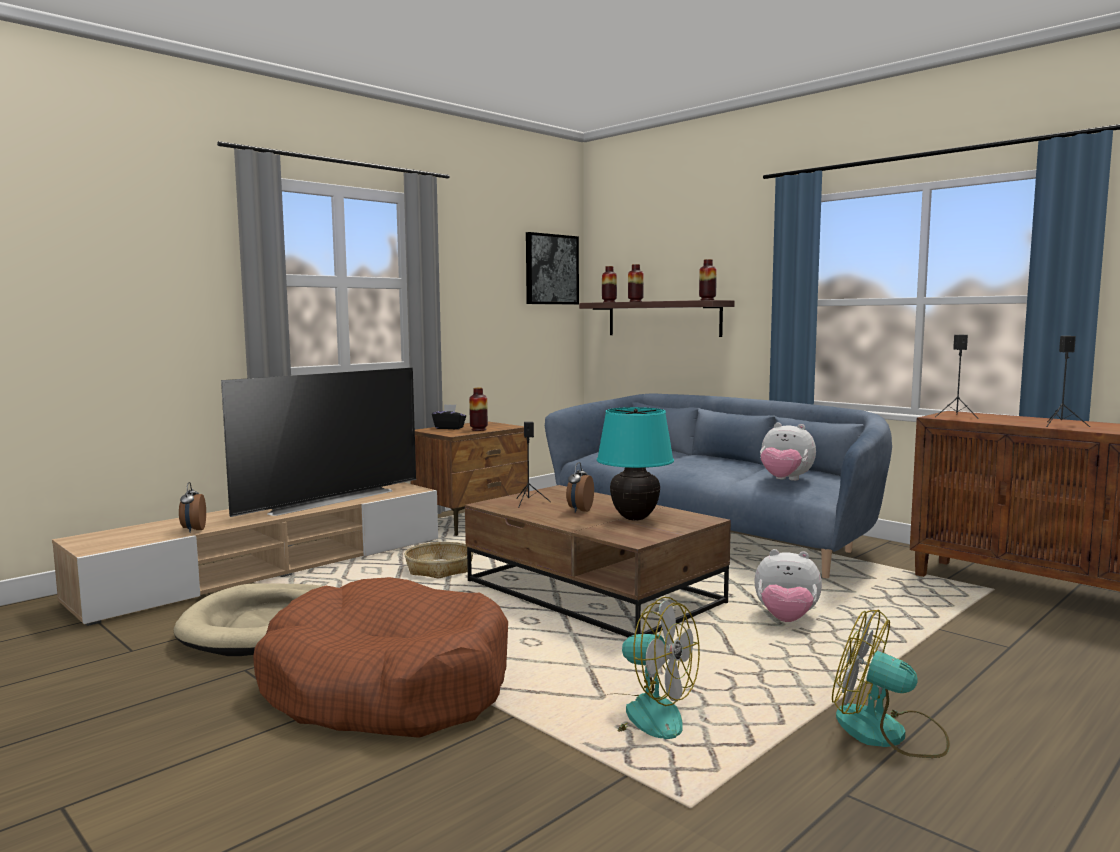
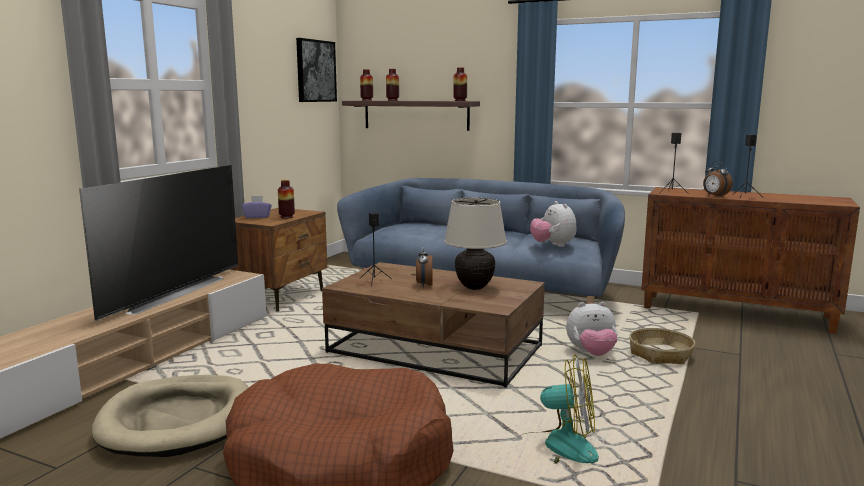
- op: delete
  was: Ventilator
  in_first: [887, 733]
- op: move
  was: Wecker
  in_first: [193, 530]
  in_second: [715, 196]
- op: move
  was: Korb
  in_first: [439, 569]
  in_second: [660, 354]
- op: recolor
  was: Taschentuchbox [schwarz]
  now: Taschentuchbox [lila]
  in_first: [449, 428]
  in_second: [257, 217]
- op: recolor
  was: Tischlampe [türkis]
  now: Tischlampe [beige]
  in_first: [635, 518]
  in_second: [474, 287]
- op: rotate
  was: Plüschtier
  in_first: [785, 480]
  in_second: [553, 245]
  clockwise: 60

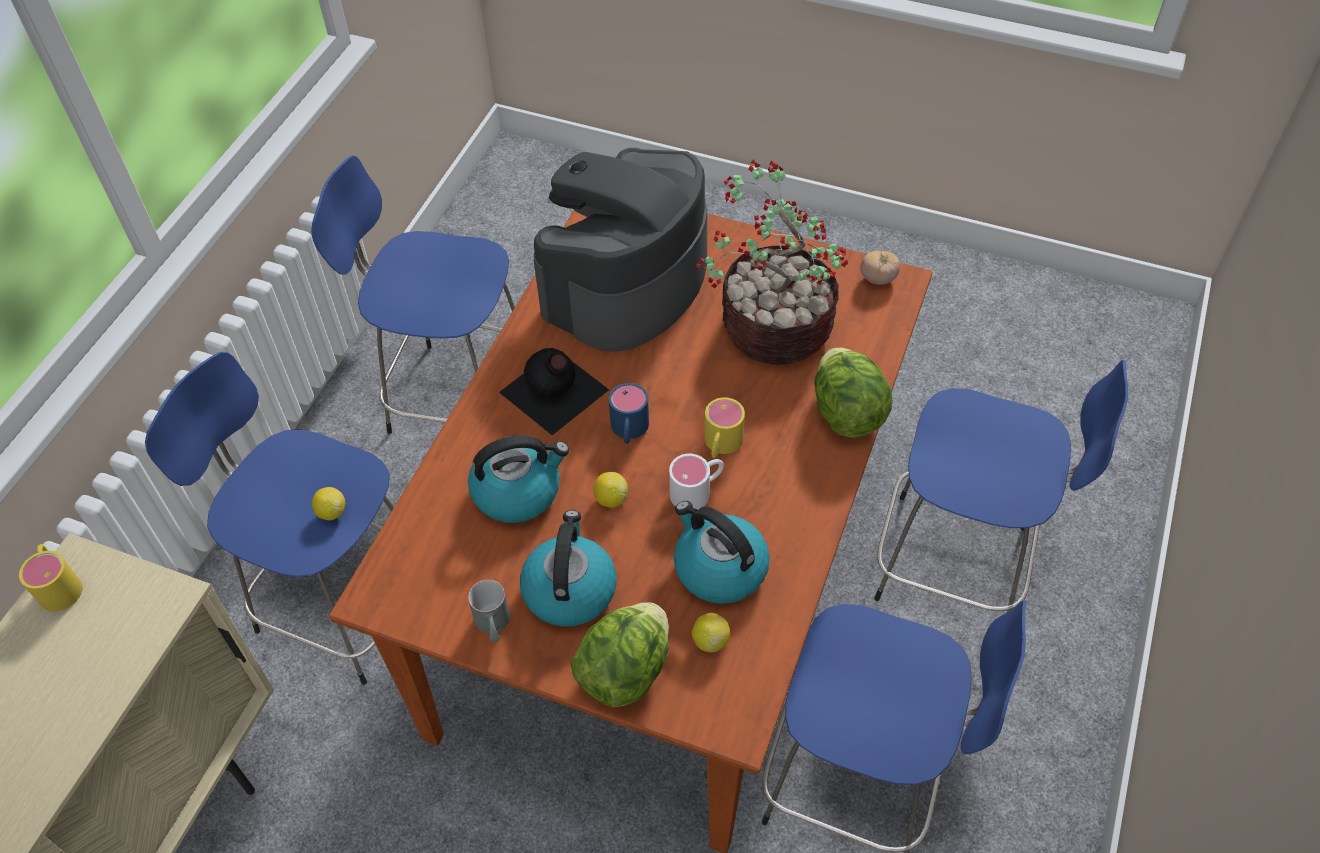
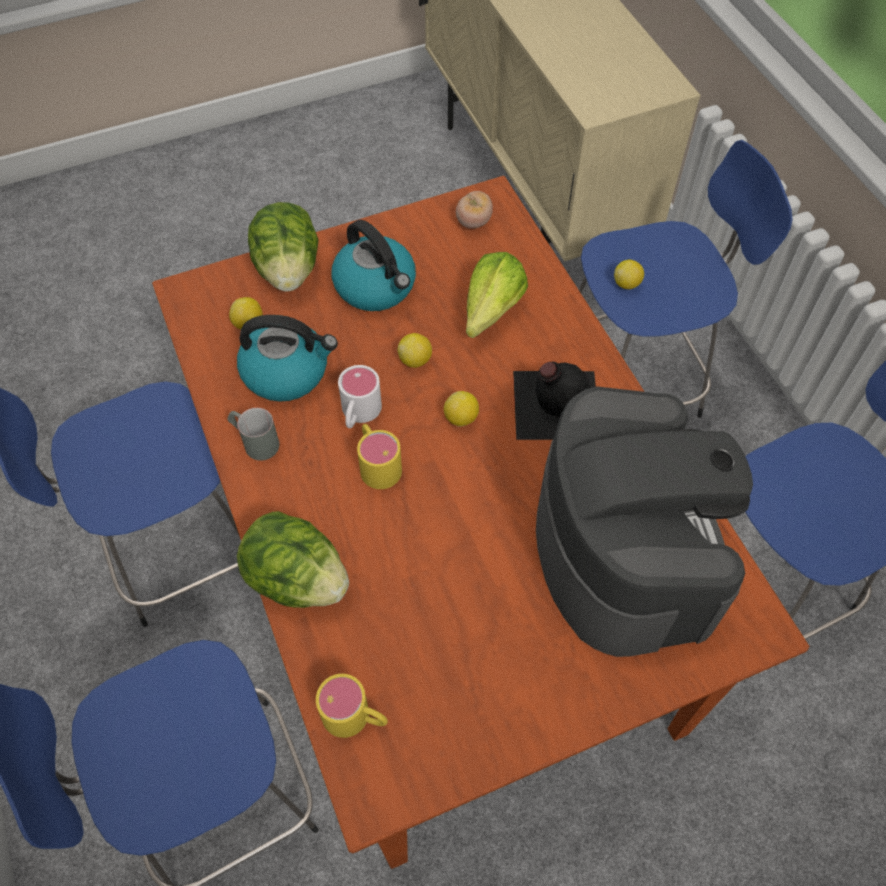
- op: delete
  was: Topfpflanze
  in_first: [772, 327]
- op: move
  was: Henkelbecher [gelb]
  in_first: [58, 584]
  in_second: [356, 717]
- op: move
  was: Henkelbecher [grau]
  in_first: [493, 626]
  in_second: [255, 441]
- op: move
  was: Tomate
  in_first: [878, 278]
  in_second: [473, 222]
- op: replace
  was: Wasserkessel
  now: Salatkopf
  in_first: [518, 491]
  in_second: [486, 317]
- op: replace
  was: Henkelbecher [blau]
  now: Zitrone
  in_first: [629, 431]
  in_second: [461, 418]

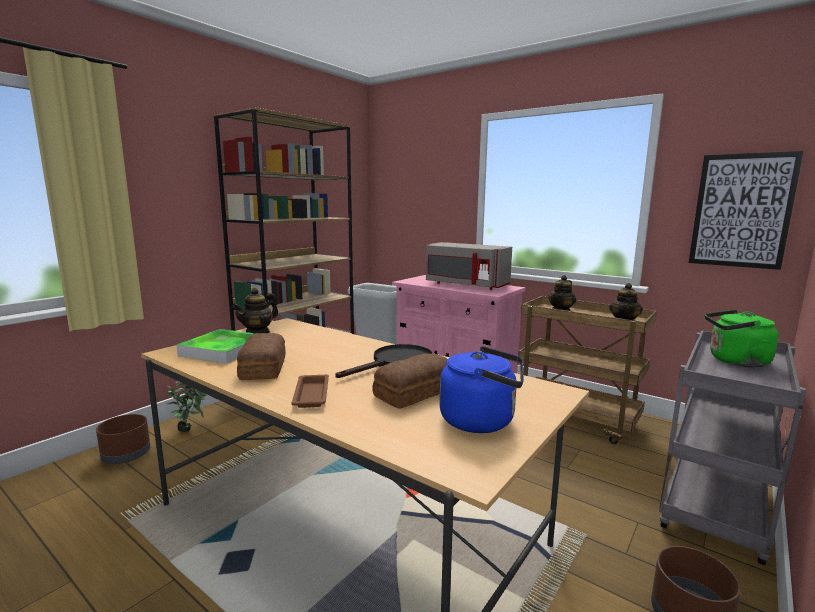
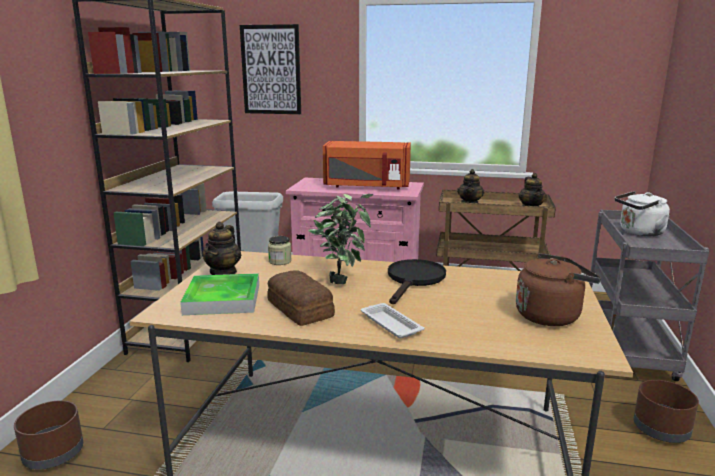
- op: delete
  was: Brot
  in_first: [416, 392]
- op: insert
  now: Vorratsglas
  in_second: [280, 261]
- op: move
  was: Topfpflanze
  in_first: [192, 428]
  in_second: [341, 280]
- op: move
  was: Bild
  in_first: [741, 211]
  in_second: [271, 70]
- op: recolor
  was: Tablett [braun]
  now: Tablett [weiß]
  in_first: [311, 394]
  in_second: [390, 324]
- op: recolor
  was: Mikrowelle [grau]
  now: Mikrowelle [orange]
  in_first: [465, 285]
  in_second: [366, 186]
- op: recolor
  was: Wasserkessel [blau]
  now: Wasserkessel [braun]
  in_first: [482, 421]
  in_second: [550, 315]
- op: recolor
  was: Wasserkessel [grün]
  now: Wasserkessel [weiß]
  in_first: [735, 361]
  in_second: [639, 233]

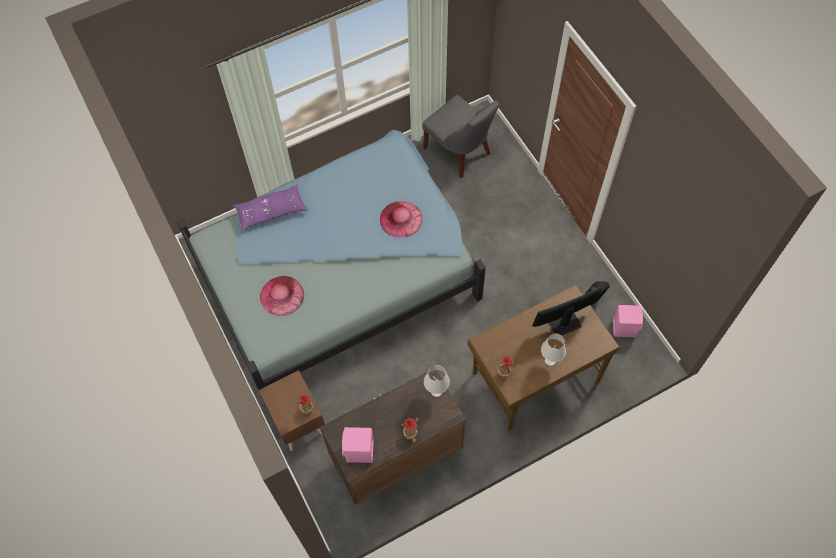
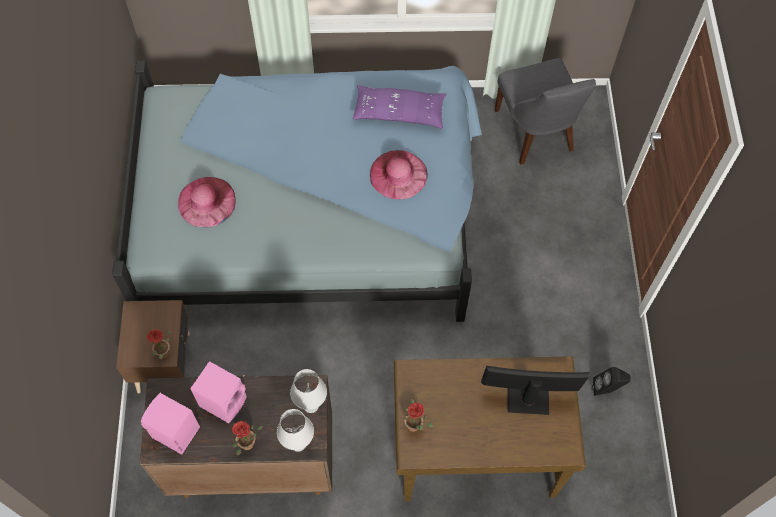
- op: move
  was: Kissen [lila]
  in_first: [271, 211]
  in_second: [399, 113]
- op: move
  was: Tischlampe [weiß]
  in_first: [550, 360]
  in_second: [298, 444]
- op: move
  was: Lautsprecher [rosa]
  in_first: [624, 327]
  in_second: [224, 400]

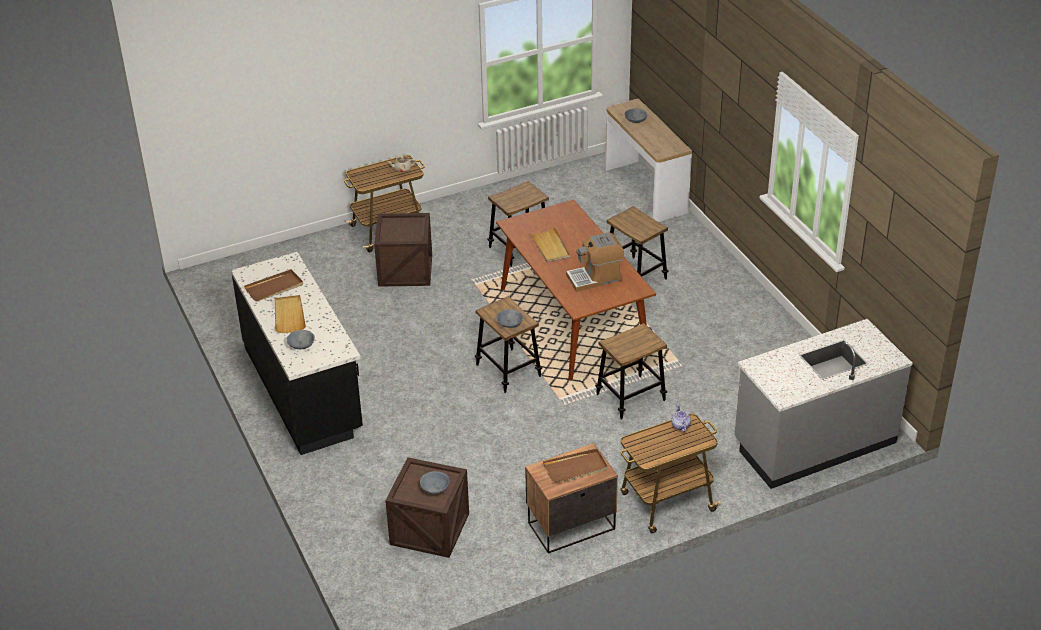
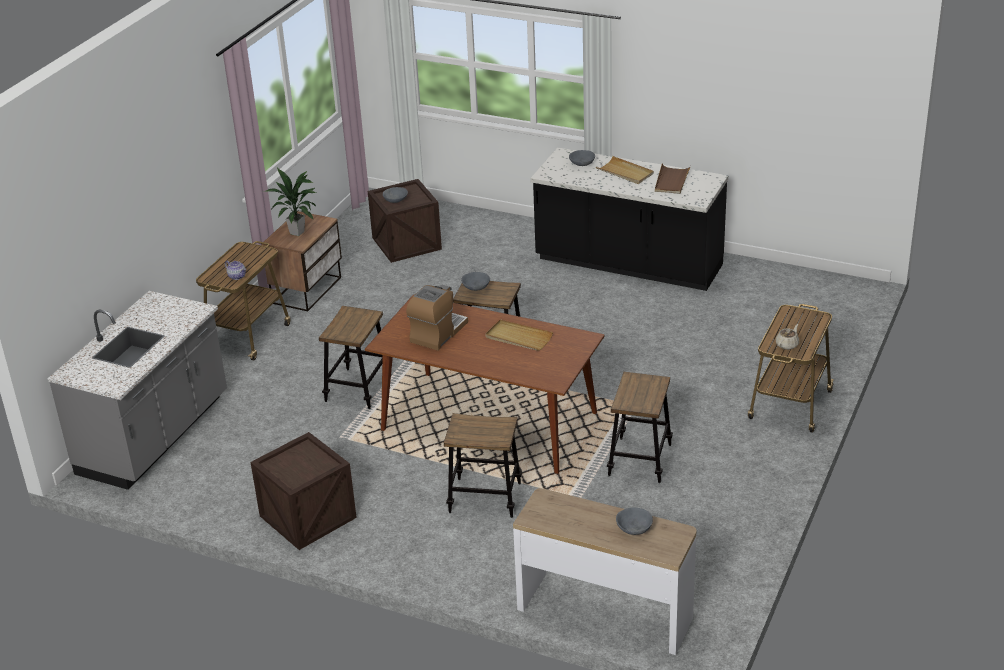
- op: move
  was: Kiste
  in_first: [405, 270]
  in_second: [308, 517]
- op: replace
  was: Tablett [braun]
  now: Topfpflanze
  in_first: [576, 468]
  in_second: [297, 233]

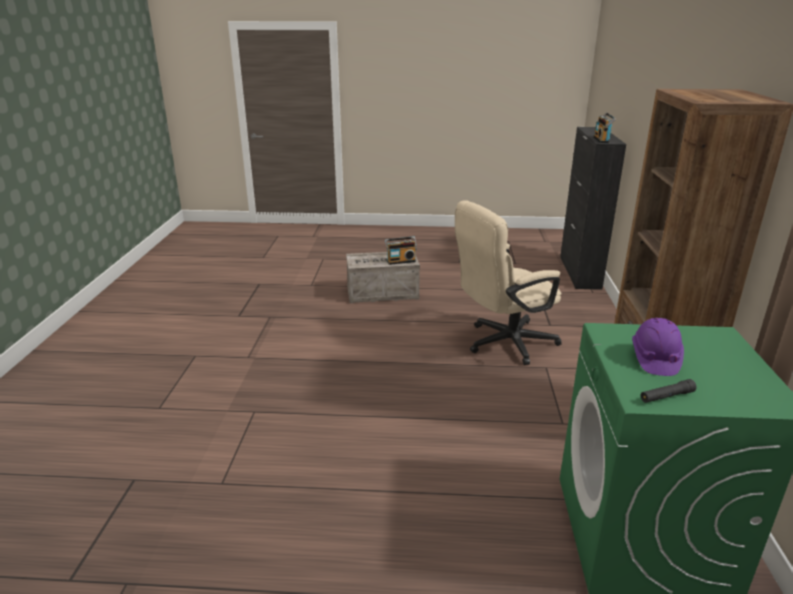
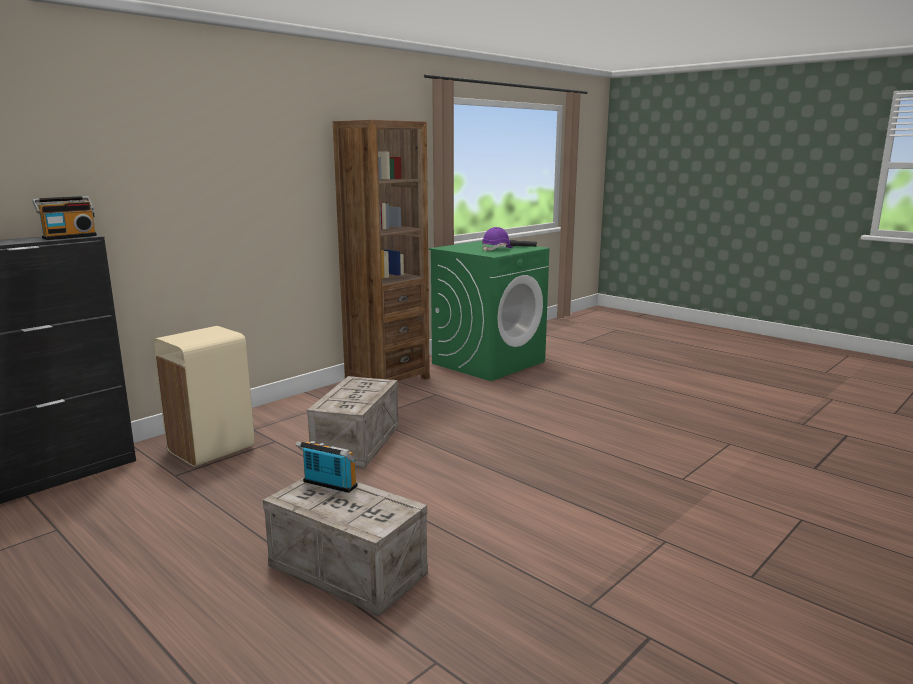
- op: insert
  now: Mülleimer [beige]
  in_second: [210, 449]
- op: replace
  was: Bürostuhl [beige]
  now: Kiste
  in_first: [503, 343]
  in_second: [357, 444]

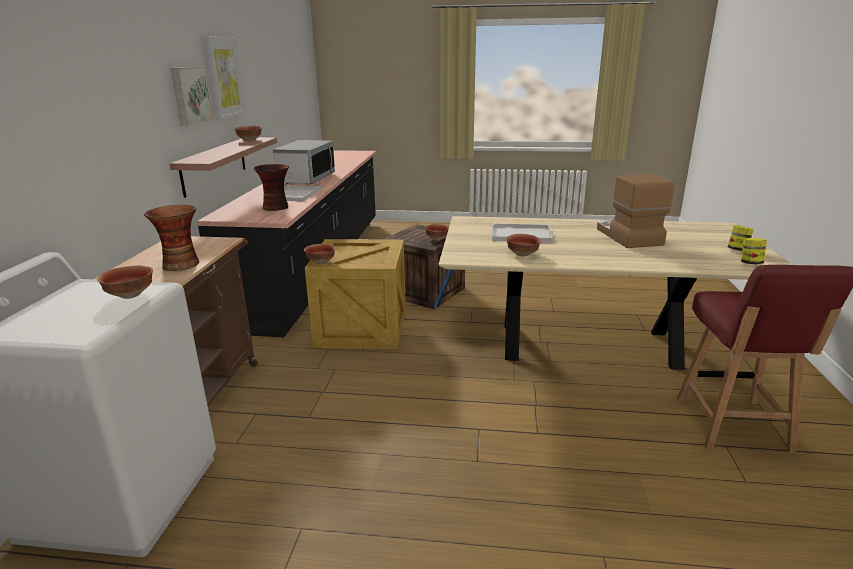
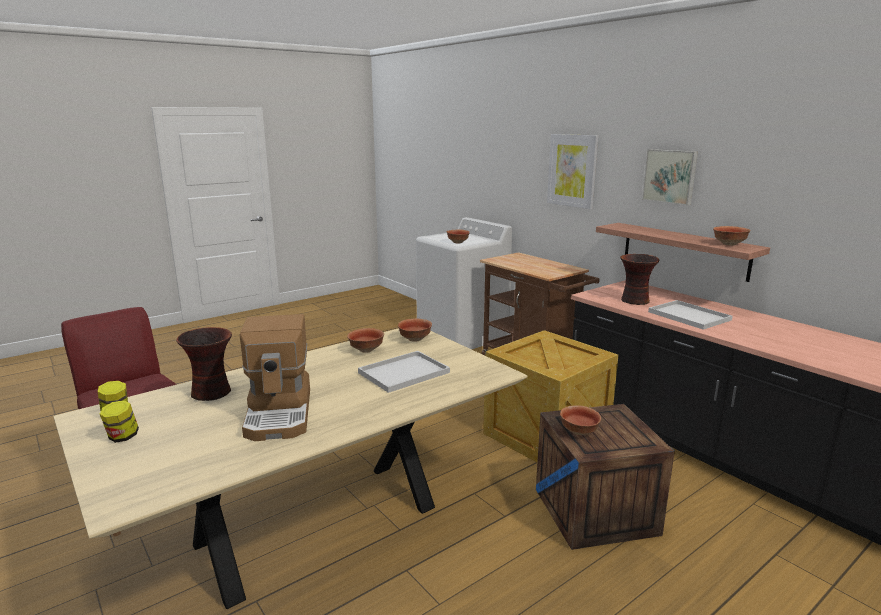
- op: delete
  was: Mikrowelle
  in_first: [306, 179]
- op: move
  was: Vase
  in_first: [180, 264]
  in_second: [212, 392]
- op: move
  was: Bild
  in_first: [224, 78]
  in_second: [572, 170]
- op: move
  was: Schüssel
  in_first: [321, 262]
  in_second: [415, 339]
- op: rotate
  was: Kaffeemaschine
  in_first: [627, 236]
  in_second: [280, 413]
  clockwise: 45

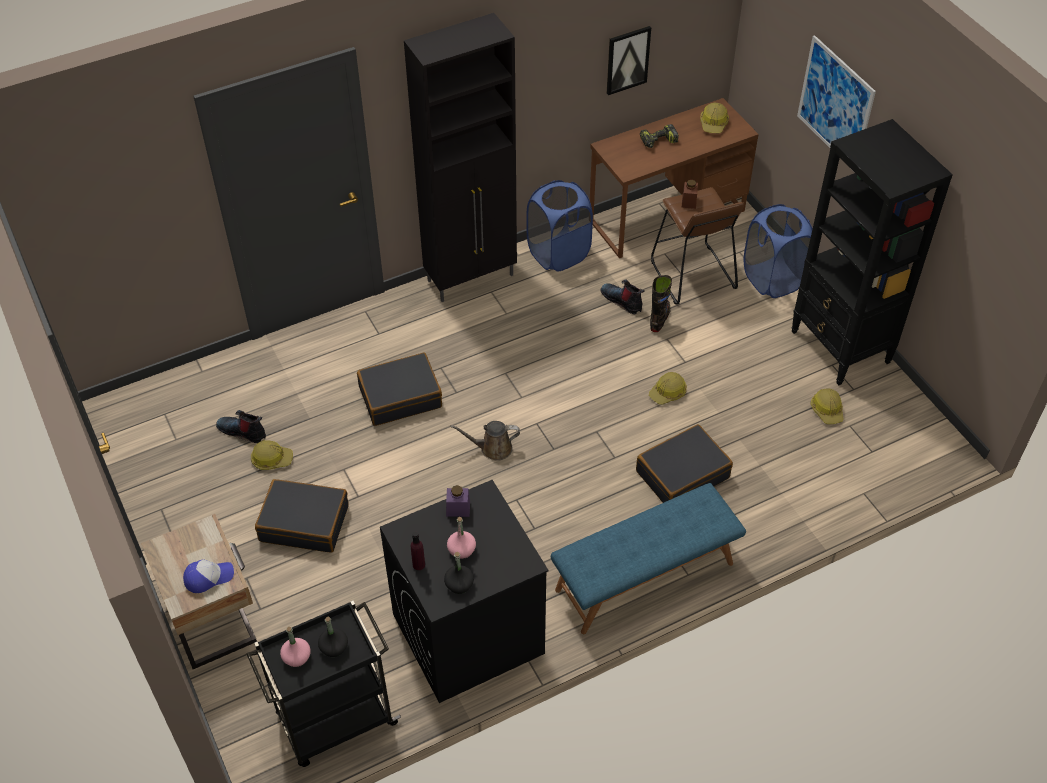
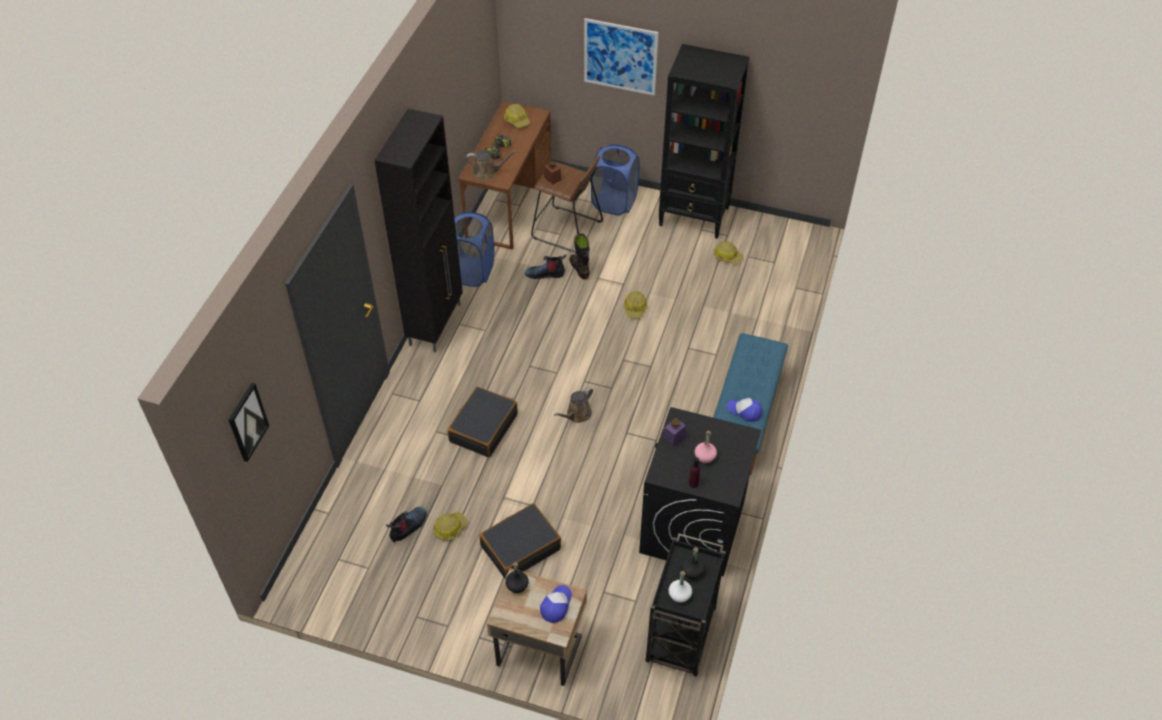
- op: delete
  was: Koffer [schwarz]
  in_first: [682, 474]
- op: insert
  now: Gießkanne [braun]
  in_second: [487, 173]
- op: insert
  now: Kappe
  in_second: [744, 411]
- op: move
  was: Flasche [schwarz]
  in_first: [459, 584]
  in_second: [517, 585]
- op: move
  was: Bild
  in_first: [627, 59]
  in_second: [247, 422]
- op: recolor
  was: Flasche [rosa]
  now: Flasche [weiß]
  in_first: [296, 657]
  in_second: [679, 595]
- op: rotate
  was: Stiefel
  in_first: [243, 431]
  in_second: [408, 527]
  clockwise: 150

